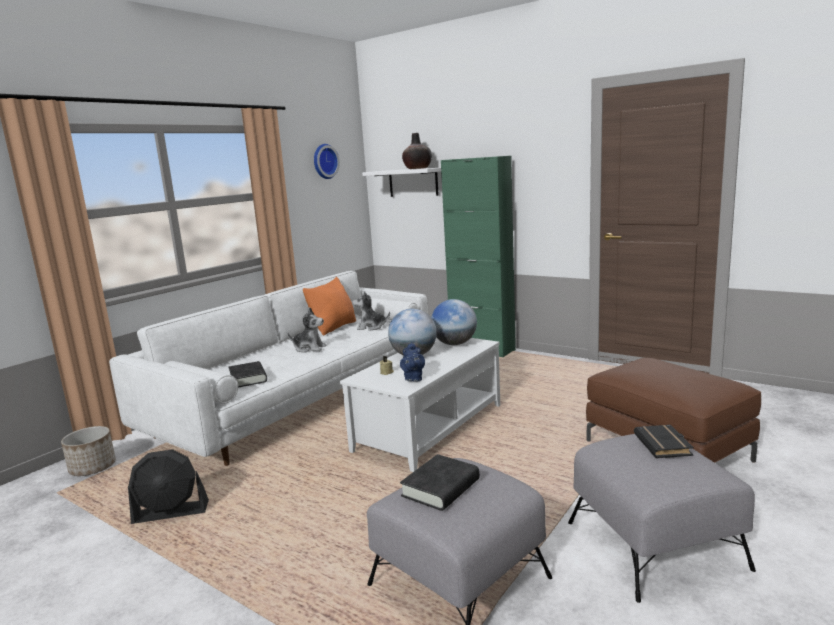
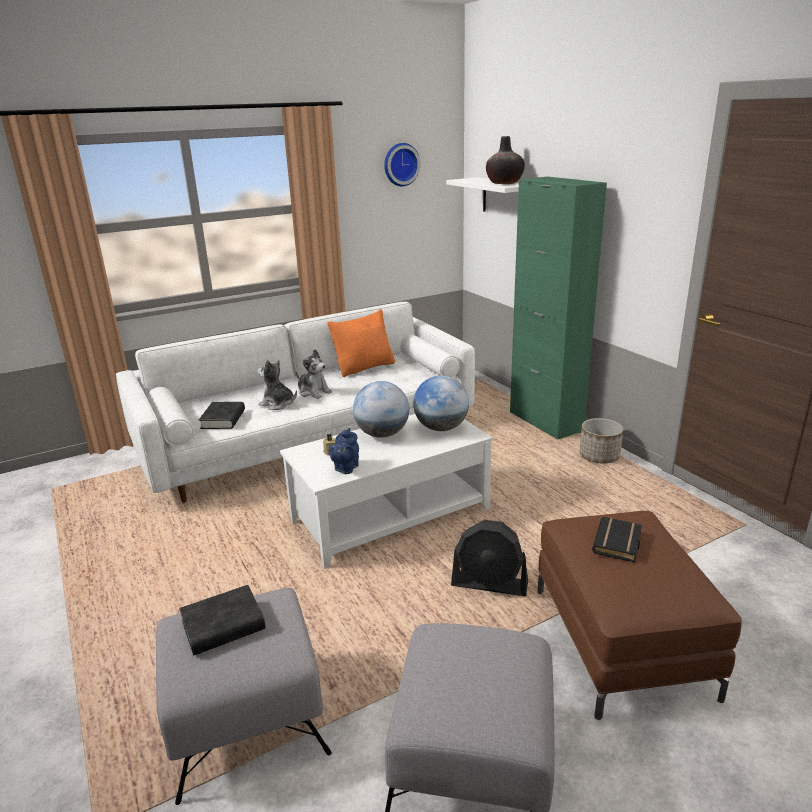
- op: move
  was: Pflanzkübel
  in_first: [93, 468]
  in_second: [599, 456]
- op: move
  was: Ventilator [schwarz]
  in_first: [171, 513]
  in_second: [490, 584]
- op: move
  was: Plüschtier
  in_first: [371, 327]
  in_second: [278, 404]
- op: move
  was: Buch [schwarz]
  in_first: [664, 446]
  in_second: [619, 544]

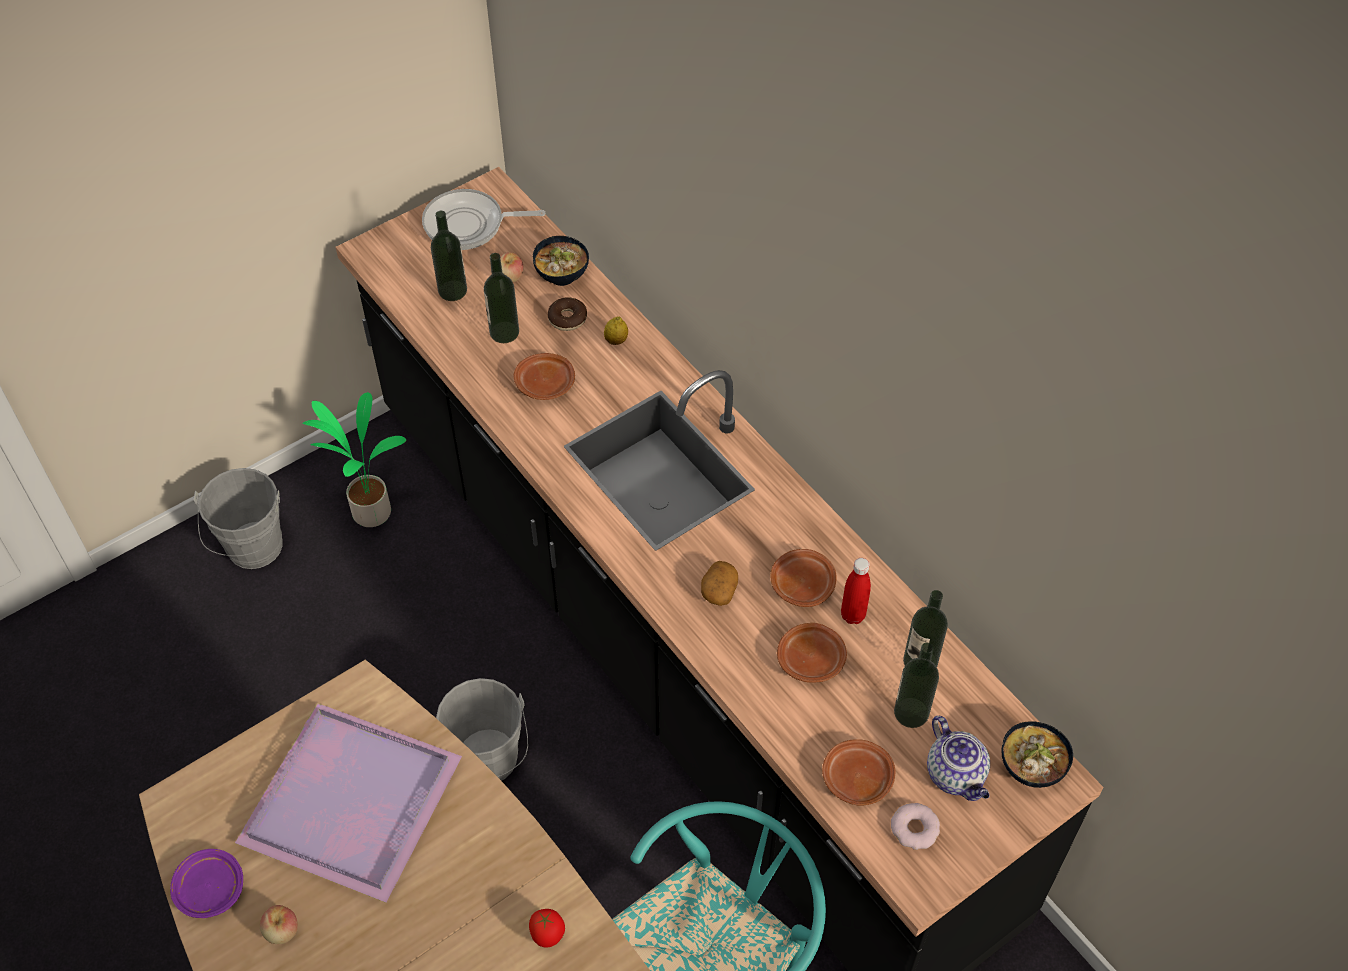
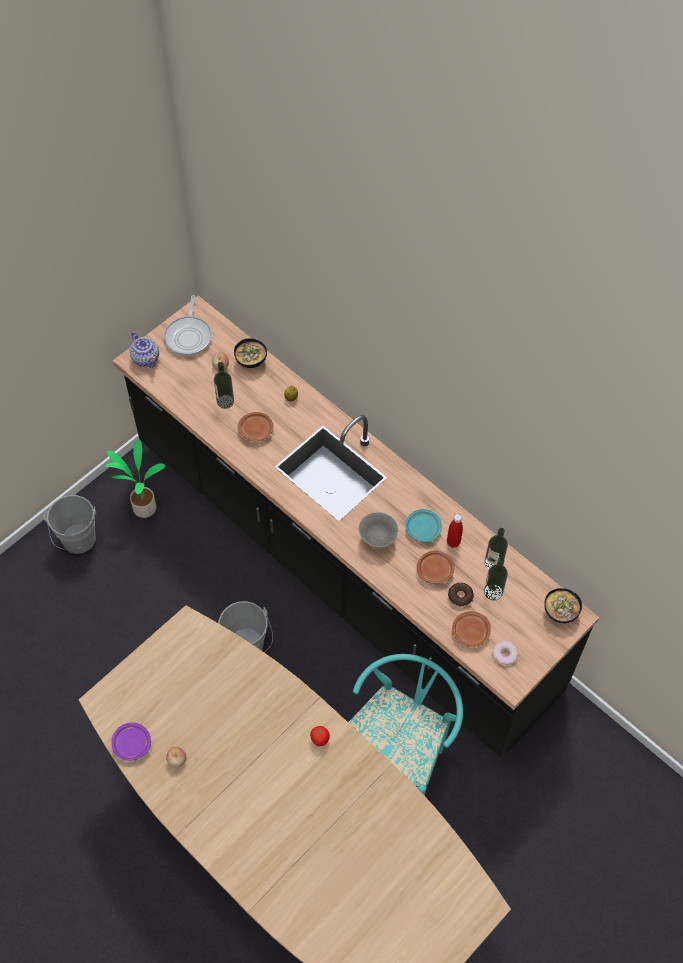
- op: delete
  was: Tablett [lila]
  in_first: [350, 798]
- op: delete
  was: Flasche
  in_first: [452, 290]
- op: move
  was: Donut
  in_first: [567, 318]
  in_second: [460, 596]
- op: move
  was: Teekanne
  in_first: [956, 775]
  in_second: [146, 359]
- op: replace
  was: Kartoffel
  now: Schüssel [grau]
  in_first: [719, 590]
  in_second: [378, 538]
- op: recolor
  was: Teller [braun]
  now: Teller [türkis]
  in_first: [802, 584]
  in_second: [423, 528]
- op: rotate
  was: Pfanne
  in_first: [469, 225]
  in_second: [189, 336]
  clockwise: -75

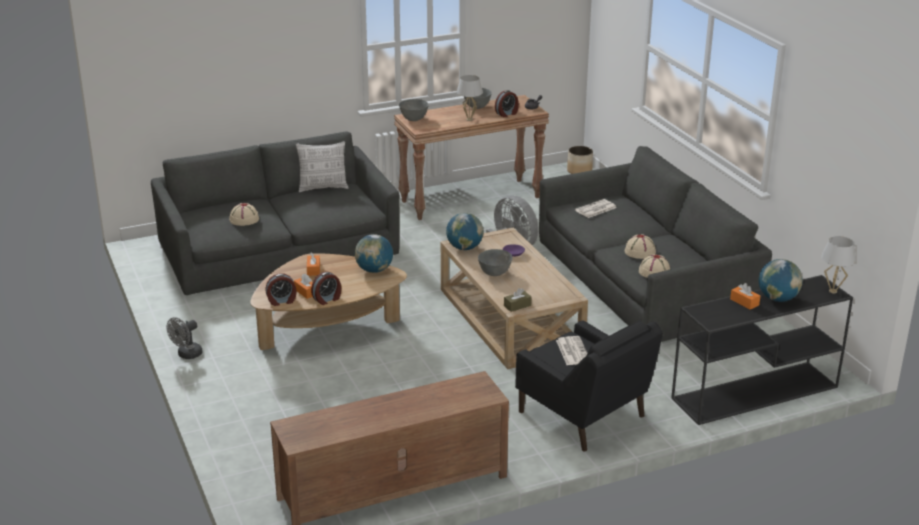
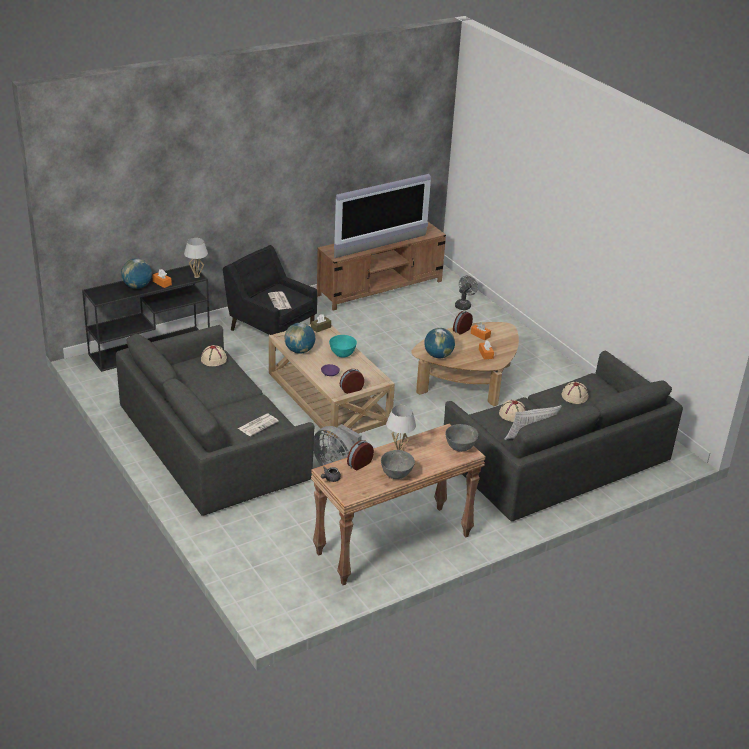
- op: delete
  was: Pflanzkübel
  in_first: [579, 171]
- op: insert
  now: Fernseher
  in_second: [381, 246]
- op: move
  was: Ventilator [grau]
  in_first: [187, 355]
  in_second: [464, 305]
- op: move
  was: Wecker
  in_first: [282, 301]
  in_second: [351, 389]
- op: move
  was: Globus
  in_first: [464, 248]
  in_second: [299, 351]
- op: move
  was: Hut [beige]
  in_first: [640, 252]
  in_second: [512, 414]
- op: move
  was: Tischlampe [weiß]
  in_first: [833, 291]
  in_second: [196, 276]
- op: recolor
  was: Schüssel [grau]
  now: Schüssel [türkis]
  in_first: [494, 273]
  in_second: [342, 354]

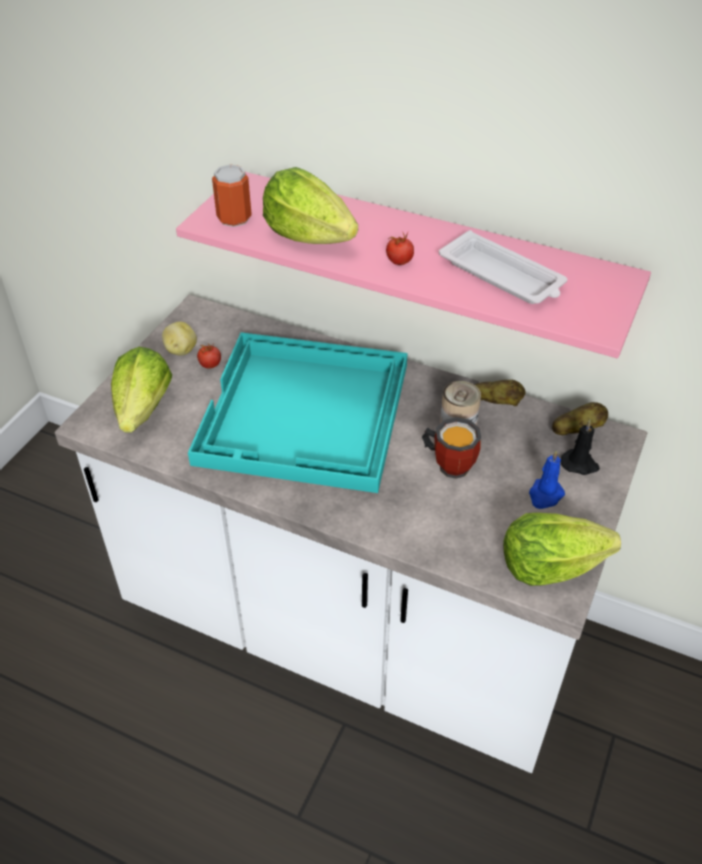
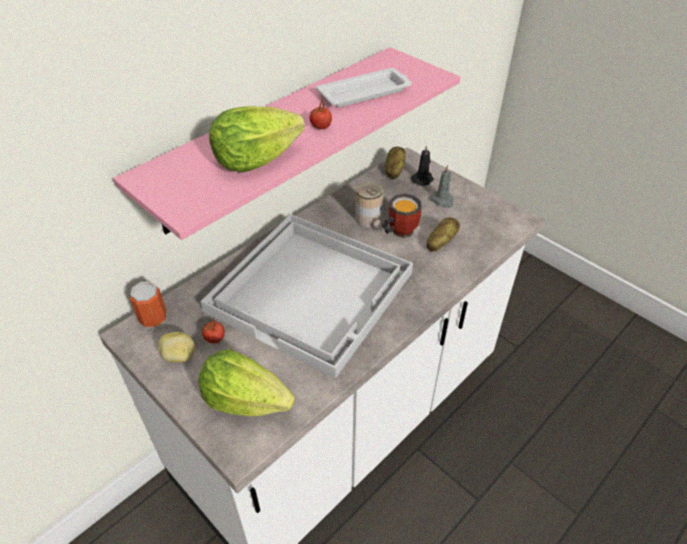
- op: delete
  was: Salatkopf
  in_first: [549, 566]
- op: move
  was: Dose
  in_first: [234, 218]
  in_second: [153, 318]
- op: move
  was: Kartoffel
  in_first: [496, 402]
  in_second: [440, 243]
- op: recolor
  was: Tablett [türkis]
  now: Tablett [weiß]
  in_first: [306, 414]
  in_second: [312, 291]
- op: recolor
  was: Kerze [blau]
  now: Kerze [grau]
  in_first: [545, 495]
  in_second: [442, 200]

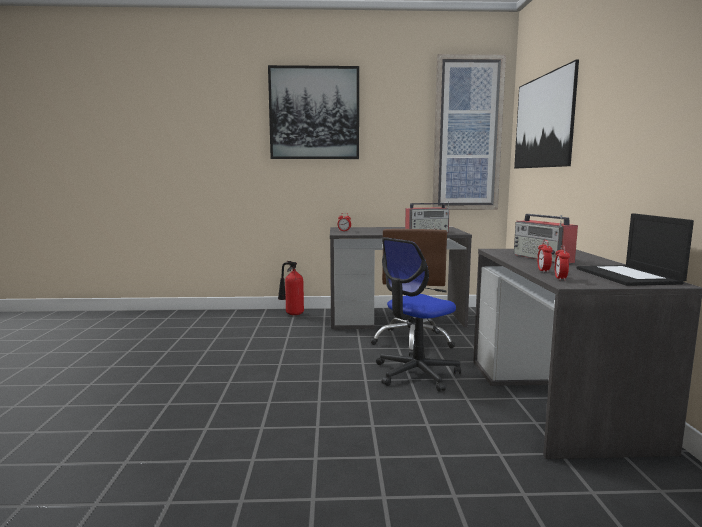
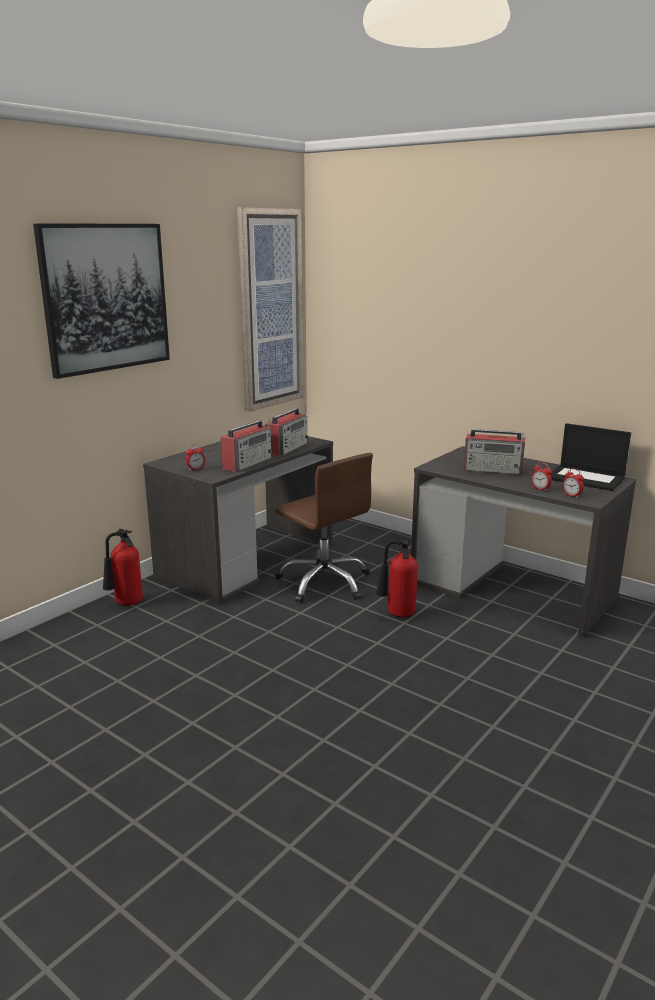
- op: delete
  was: Bild
  in_first: [543, 122]
- op: insert
  now: Radio
  in_second: [248, 463]
- op: replace
  was: Bürostuhl
  now: Feuerlöscher
  in_first: [416, 374]
  in_second: [397, 615]

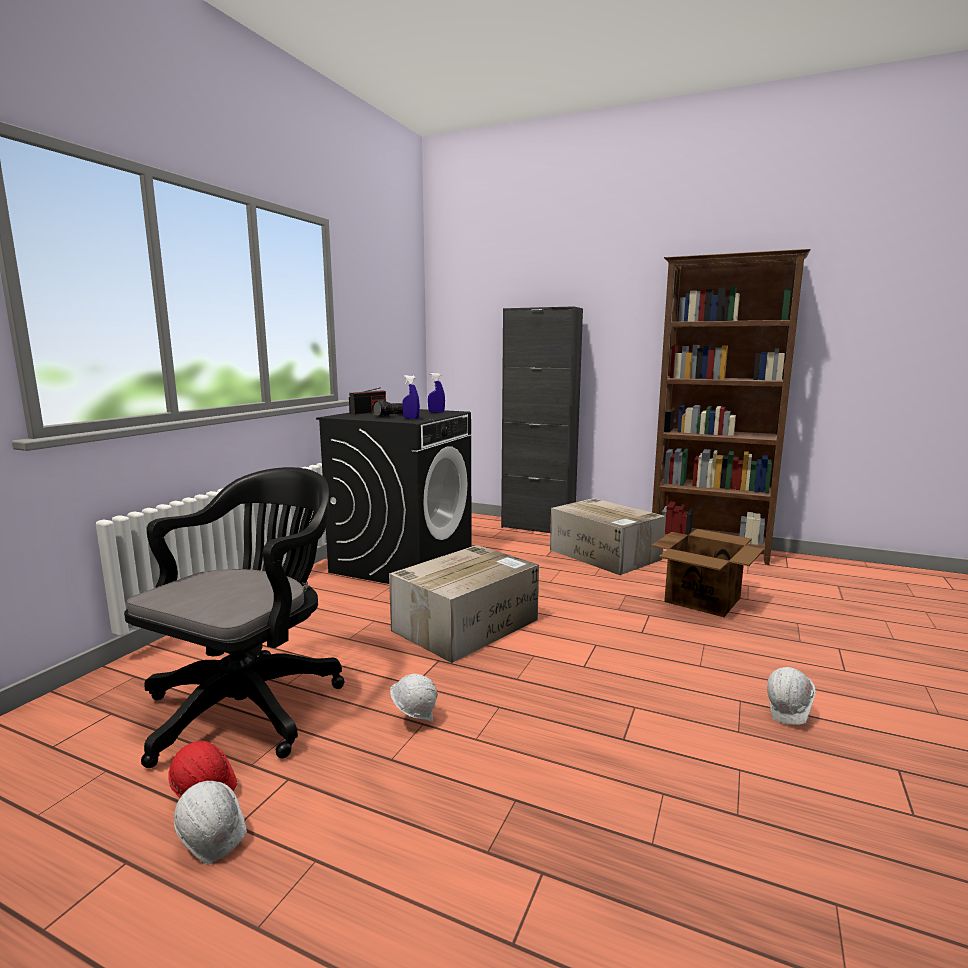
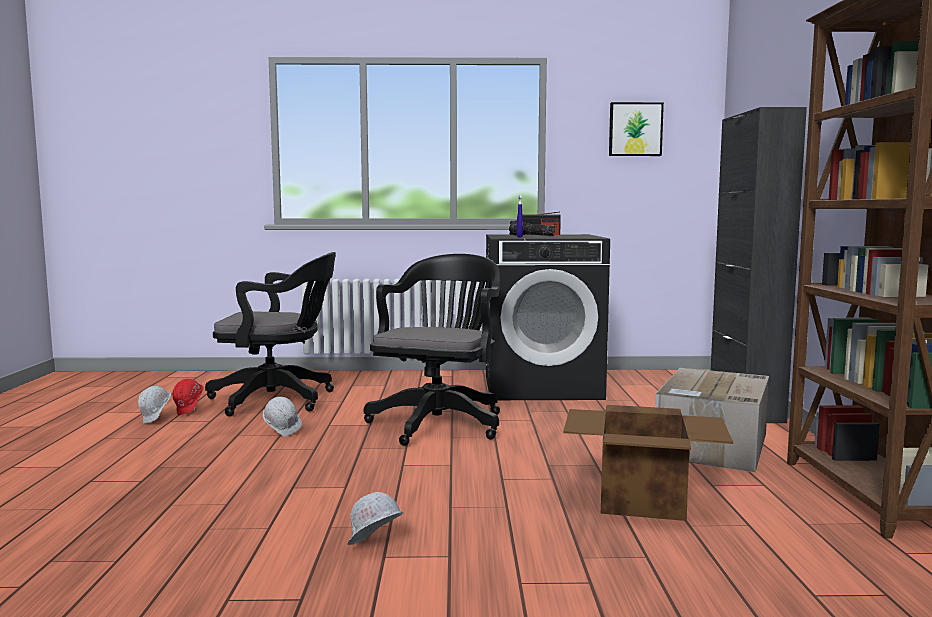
- op: delete
  was: Sprühflasche [blau]
  in_first: [436, 412]
- op: insert
  now: Bild
  in_second: [635, 129]
- op: replace
  was: Karton
  now: Bürostuhl [schwarz]
  in_first: [467, 624]
  in_second: [440, 422]

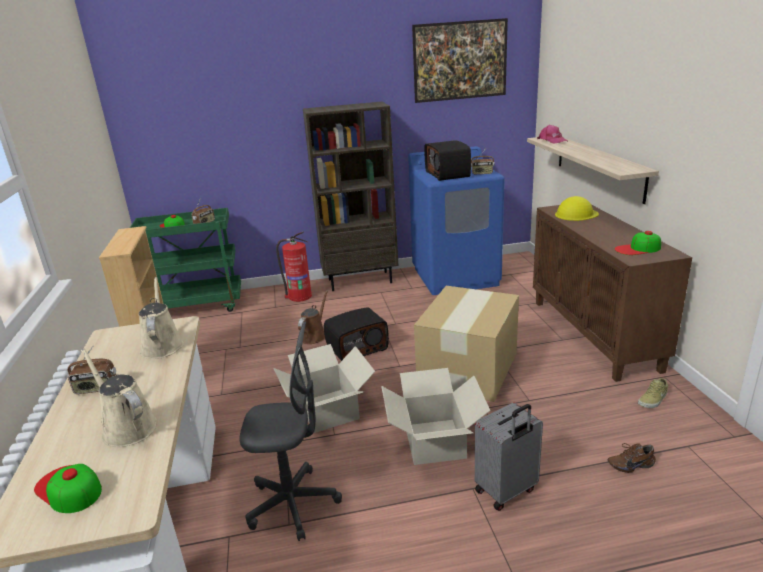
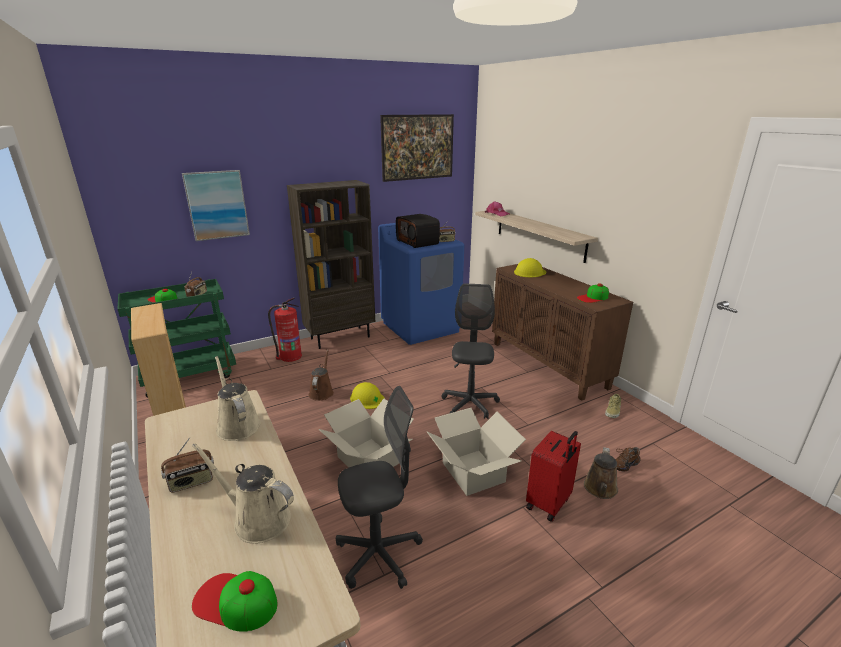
- op: insert
  now: Bild
  in_second: [217, 205]
- op: insert
  now: Gießkanne [braun]
  in_second: [600, 489]
- op: replace
  was: Radio
  now: Schutzhelm [gelb]
  in_first: [357, 348]
  in_second: [367, 398]
- op: replace
  was: Karton
  now: Bürostuhl [grau]
  in_first: [469, 368]
  in_second: [470, 404]
- op: recolor
  was: Koffer [grau]
  now: Koffer [rot]
  in_first: [506, 491]
  in_second: [549, 504]

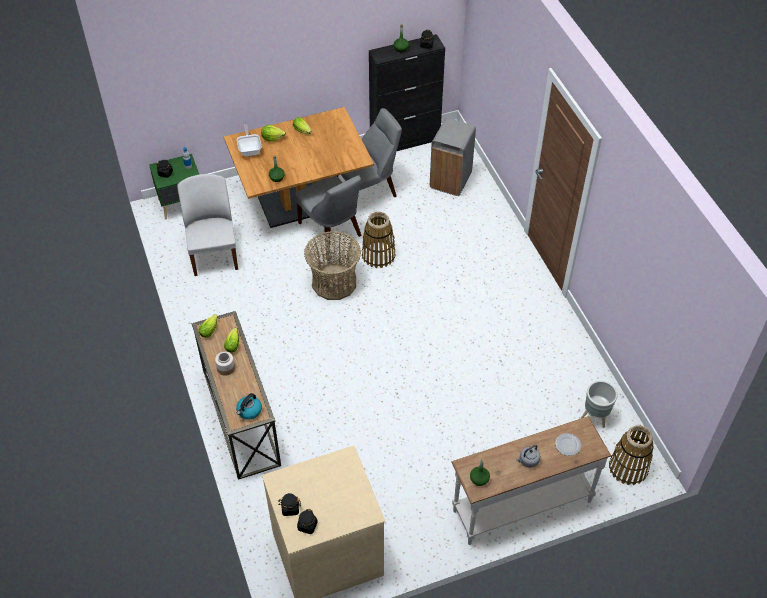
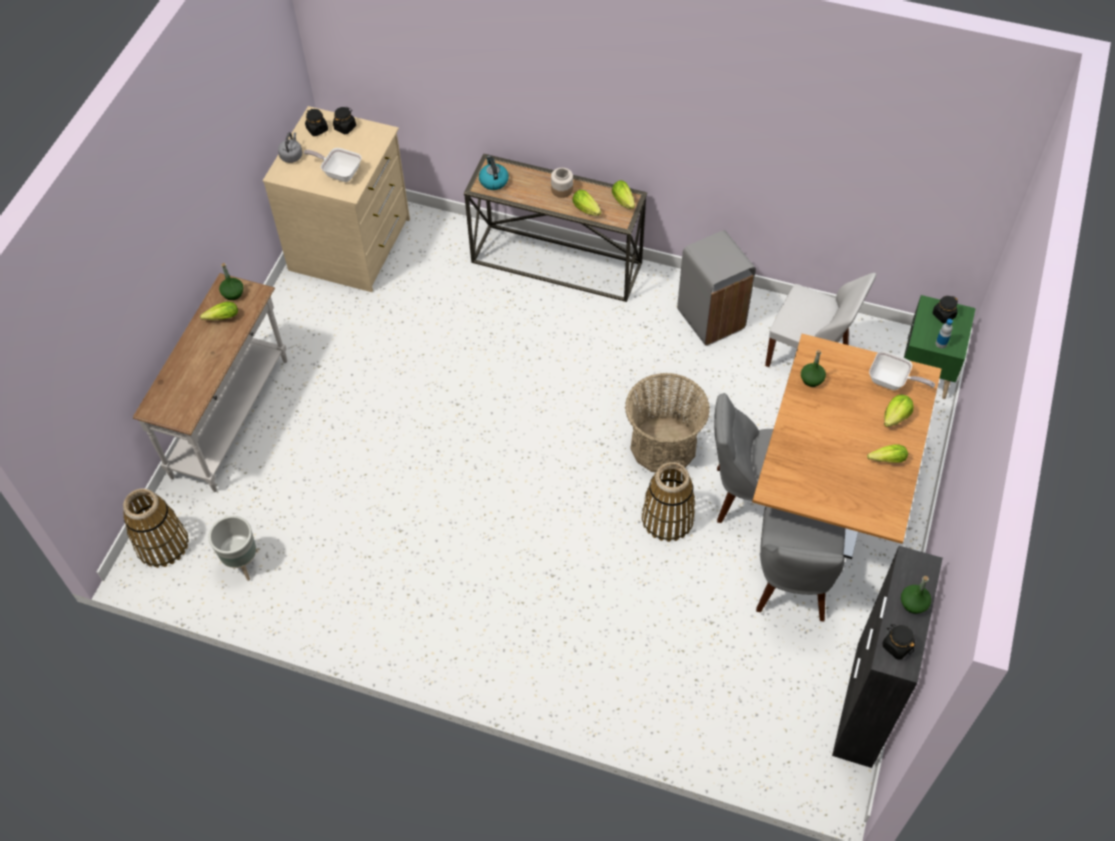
- op: delete
  was: Teller
  in_first: [568, 445]
- op: insert
  now: Salatkopf
  in_second: [220, 318]
- op: insert
  now: Pfanne
  in_second: [339, 172]
- op: move
  was: Mülleimer [grau]
  in_first: [451, 180]
  in_second: [710, 320]
- op: move
  was: Wasserkessel [grau]
  in_first: [528, 461]
  in_second: [292, 155]

